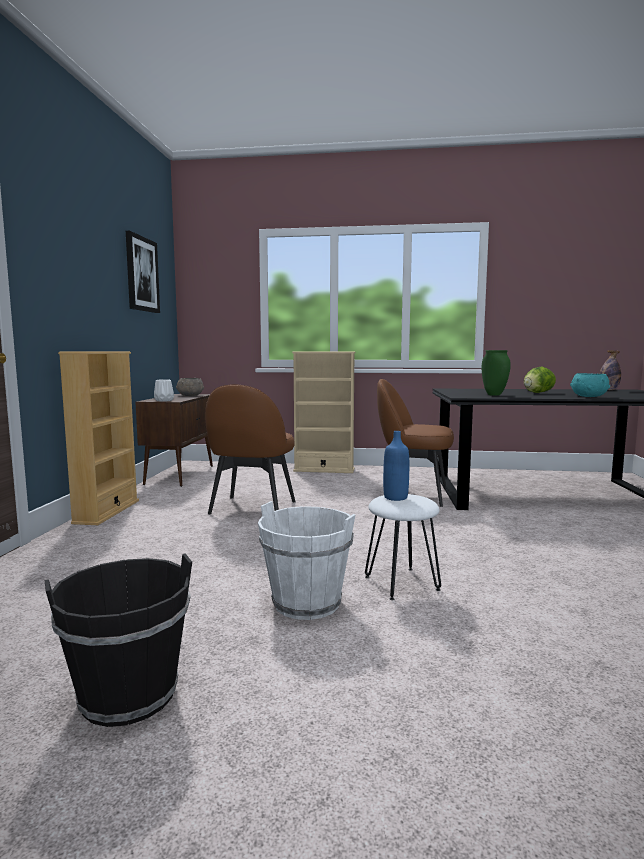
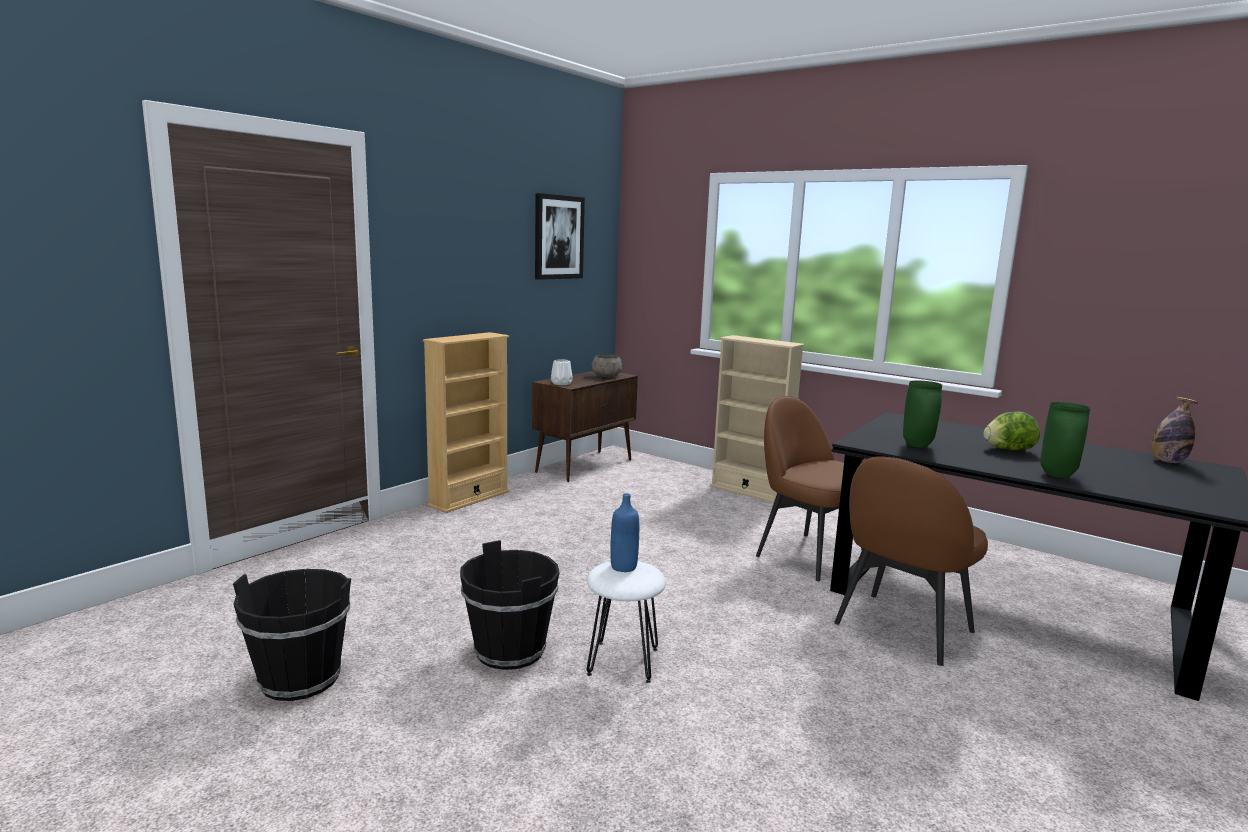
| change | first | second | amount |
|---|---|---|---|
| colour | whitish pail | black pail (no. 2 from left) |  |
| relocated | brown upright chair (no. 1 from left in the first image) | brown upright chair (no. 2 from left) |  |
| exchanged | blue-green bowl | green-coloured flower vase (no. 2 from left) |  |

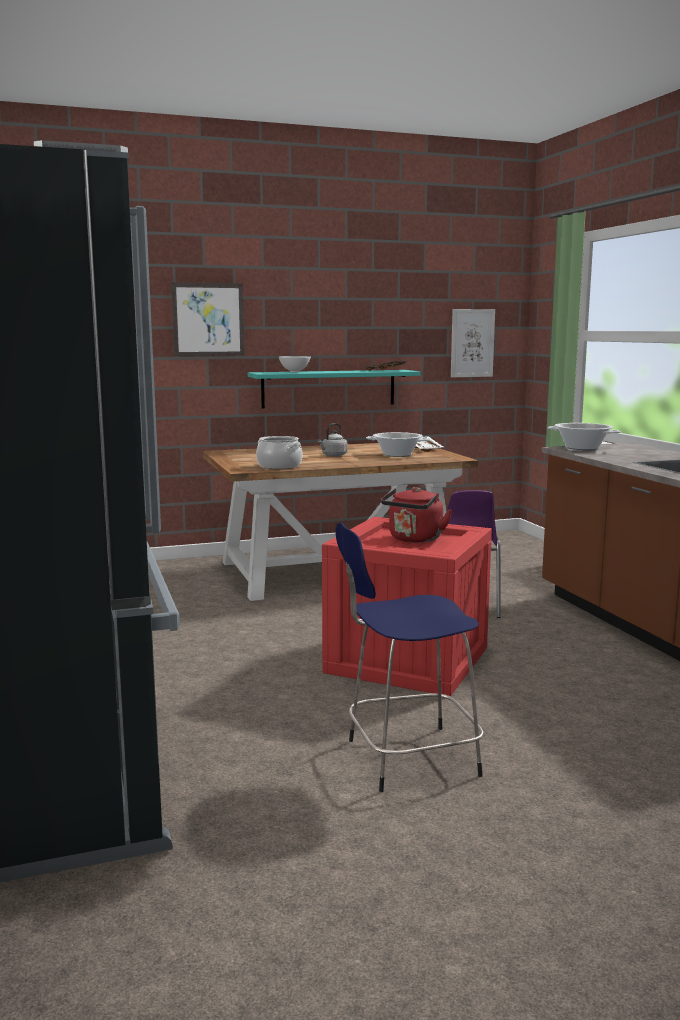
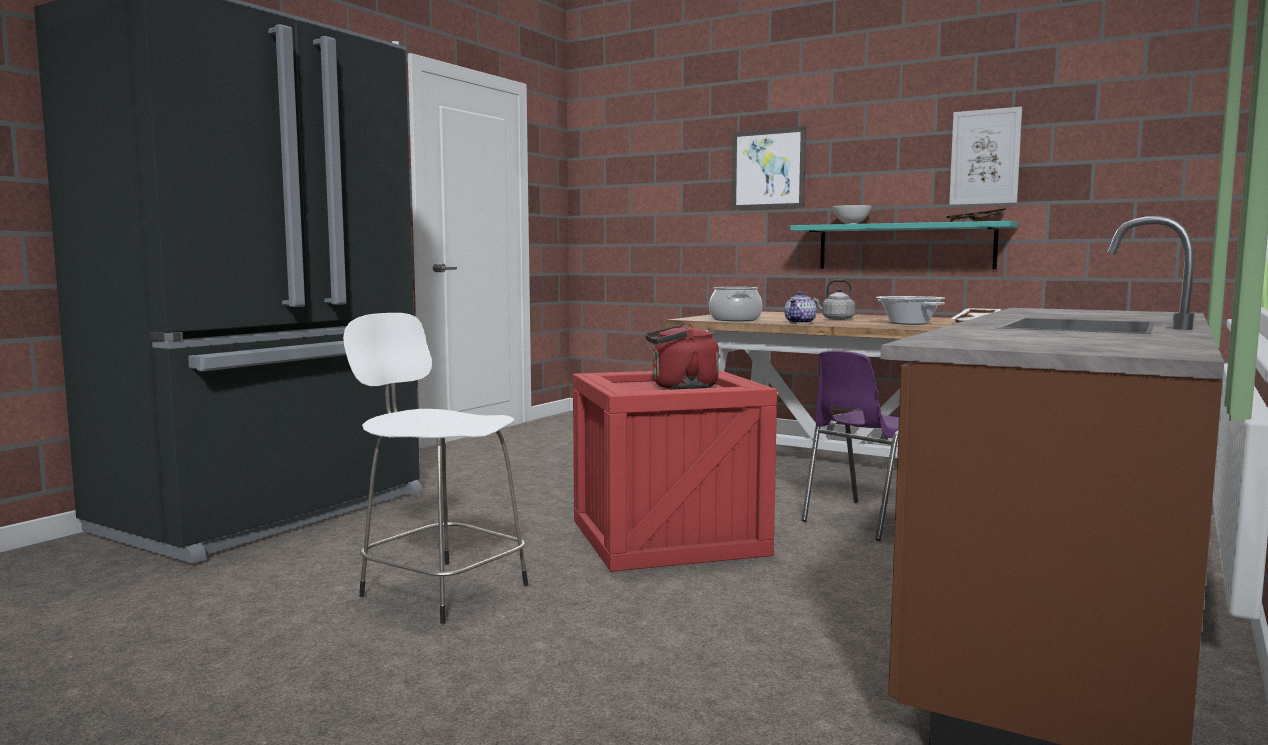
| change | first | second | amount |
|---|---|---|---|
| colour | blue stool seat | whitish stool seat |  |
| appeared |  | tea pot |  |
| relocated | picture (no. 2 from left) |  |  |
| missing | saucepot (no. 3 from left) |  |  |

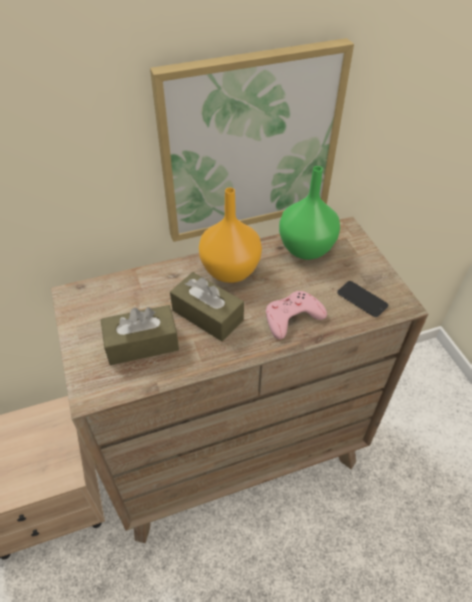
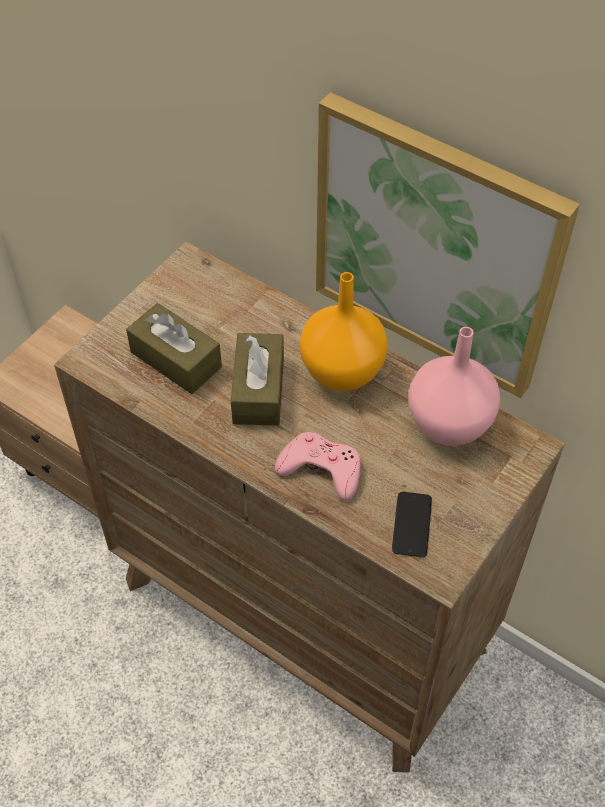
| change | first | second | amount |
|---|---|---|---|
| colour | green-coloured flower vase | pinkish flower vase |  |

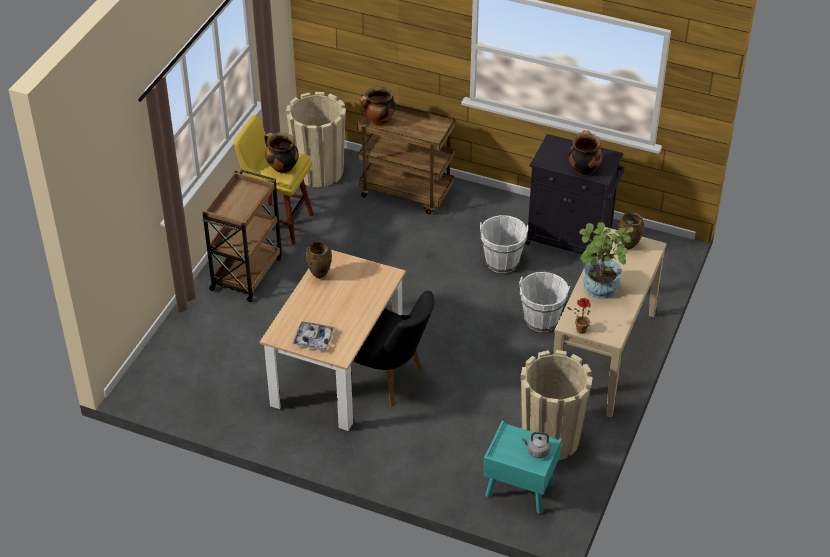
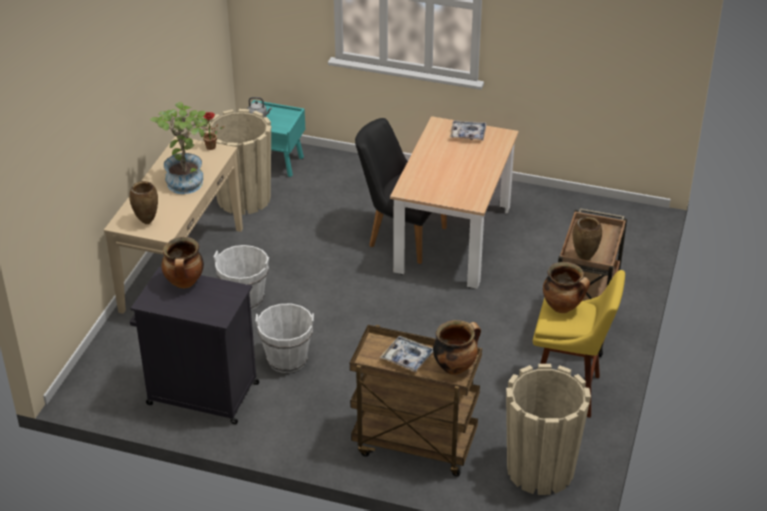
| change | first | second | amount |
|---|---|---|---|
| appeared |  | tray (no. 1 from left) |  |
| relocated | brown flower vase (no. 1 from left in the first image) | brown flower vase (no. 2 from left) |  |

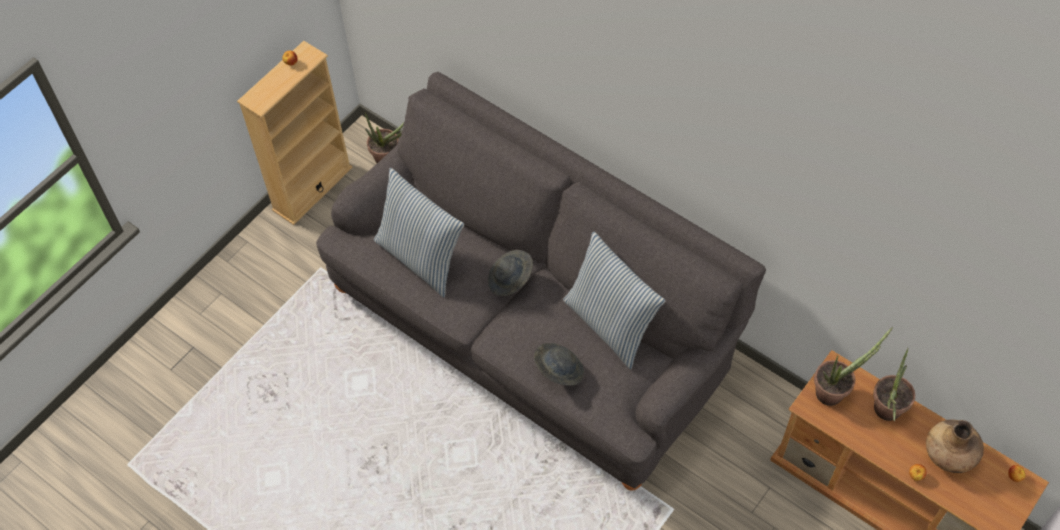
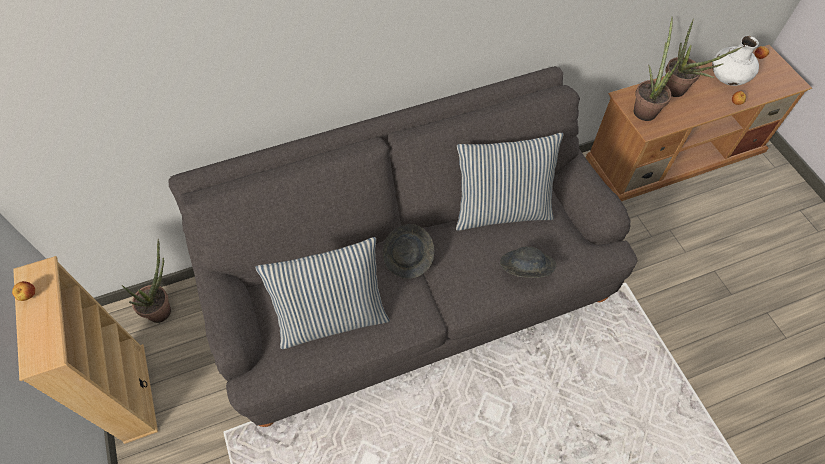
| change | first | second | amount |
|---|---|---|---|
| colour | brown flower vase | whitish flower vase |  |

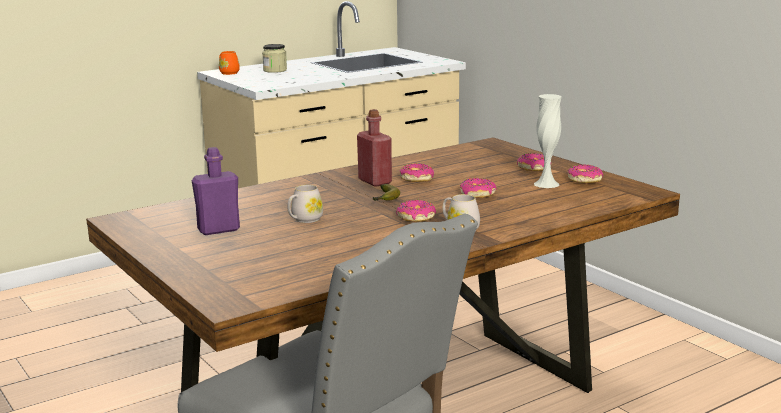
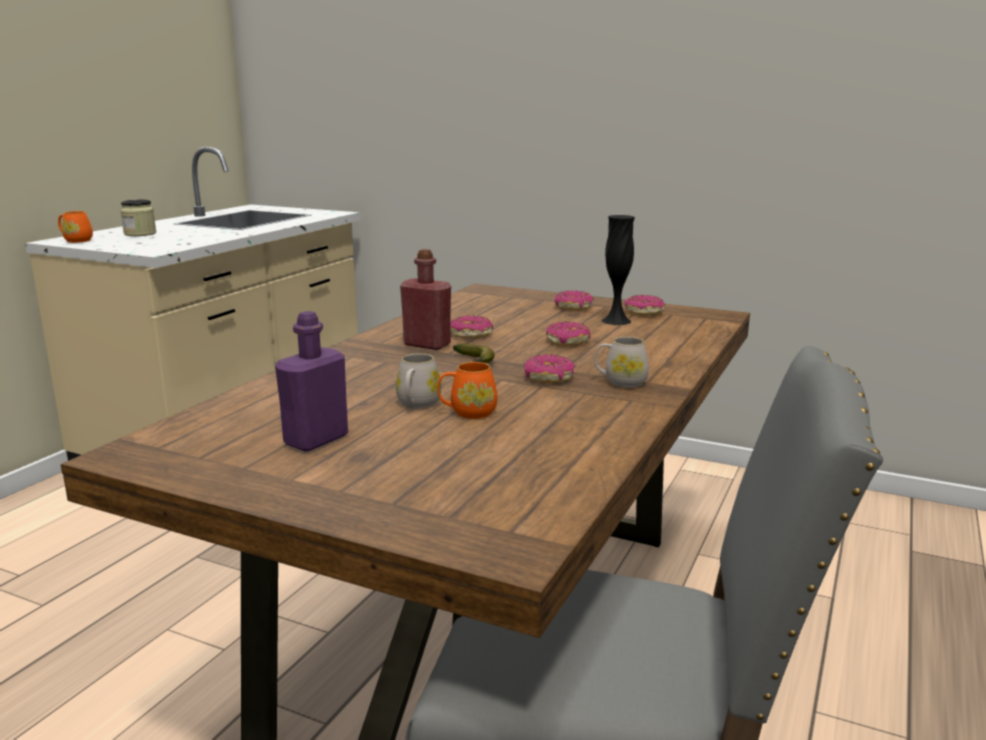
| change | first | second | amount |
|---|---|---|---|
| appeared |  | orange tea mug (no. 2 from left) |  |
| colour | whitish flower vase | black flower vase |  |

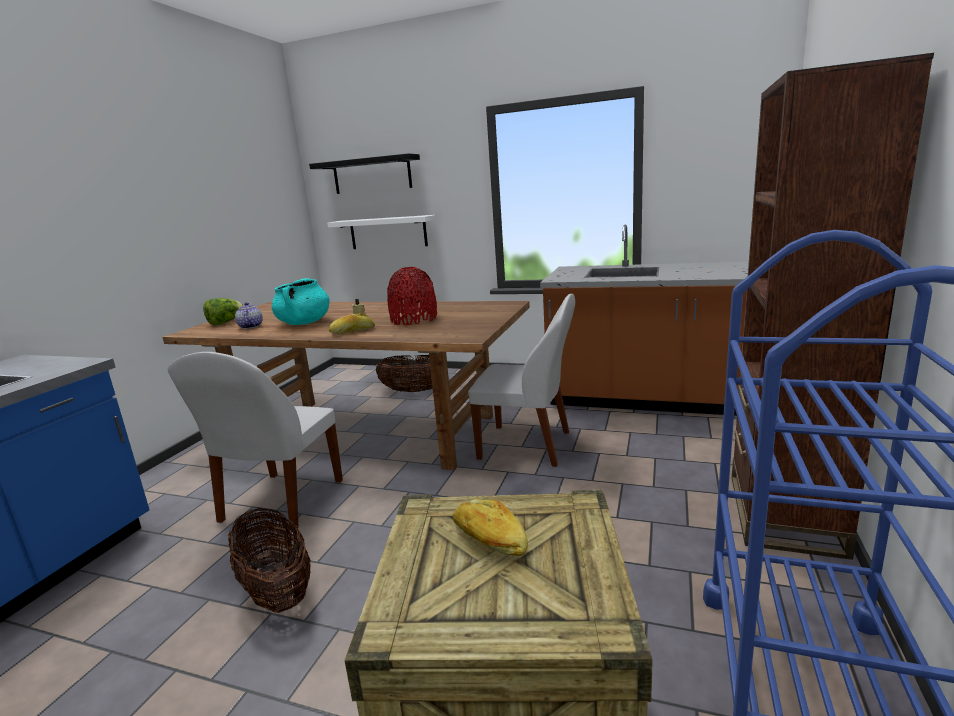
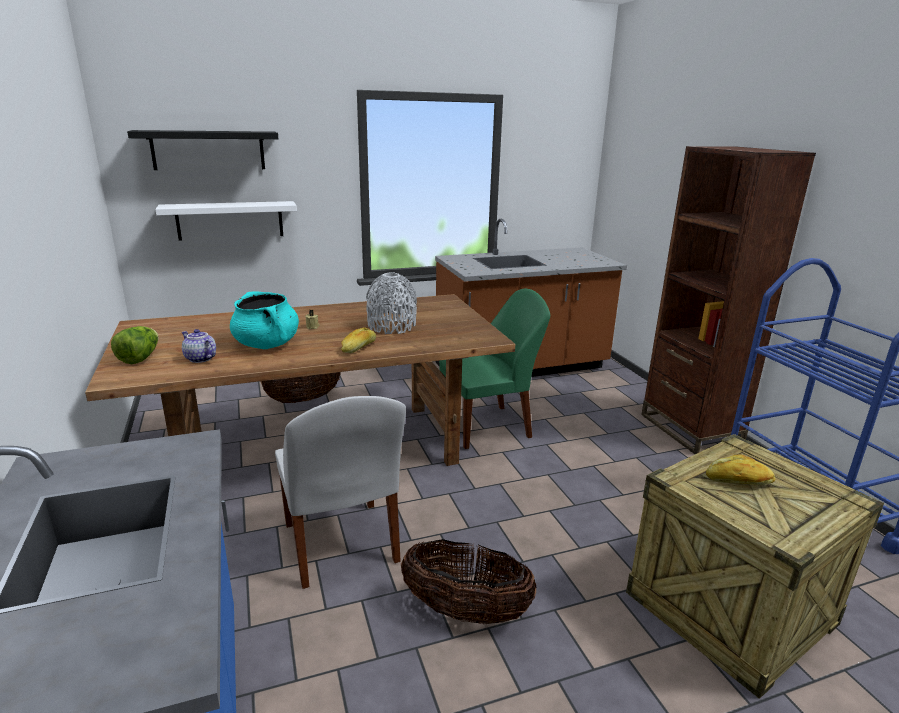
| change | first | second | amount |
|---|---|---|---|
| colour | red flower vase | greyish flower vase |  |
| colour | whitish upright chair (no. 2 from left) | green-coloured upright chair |  |

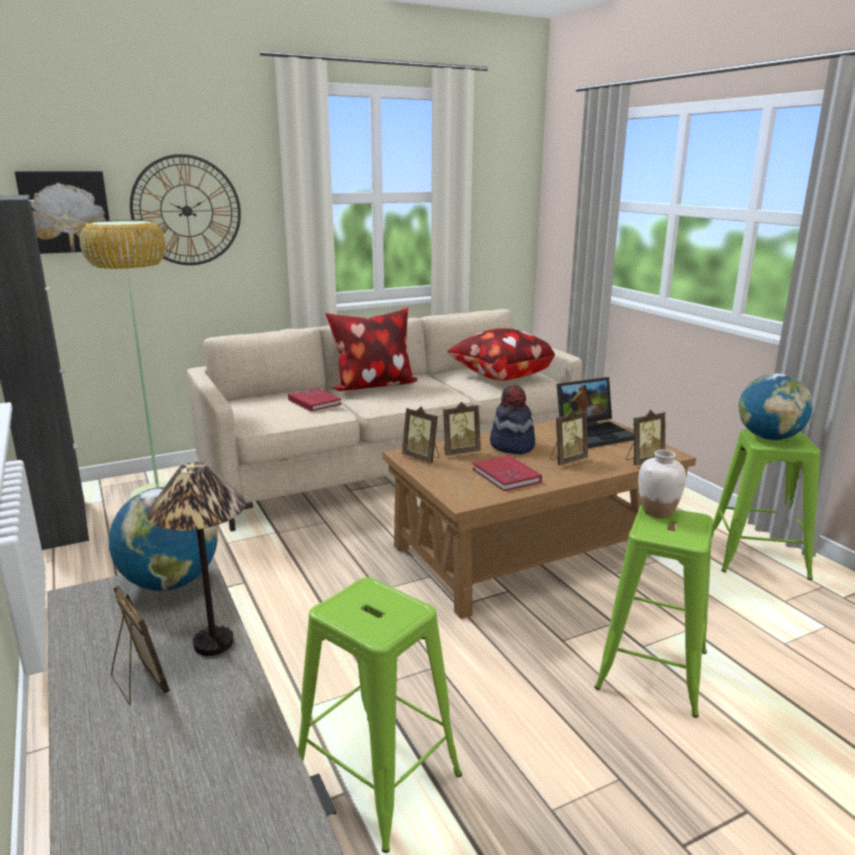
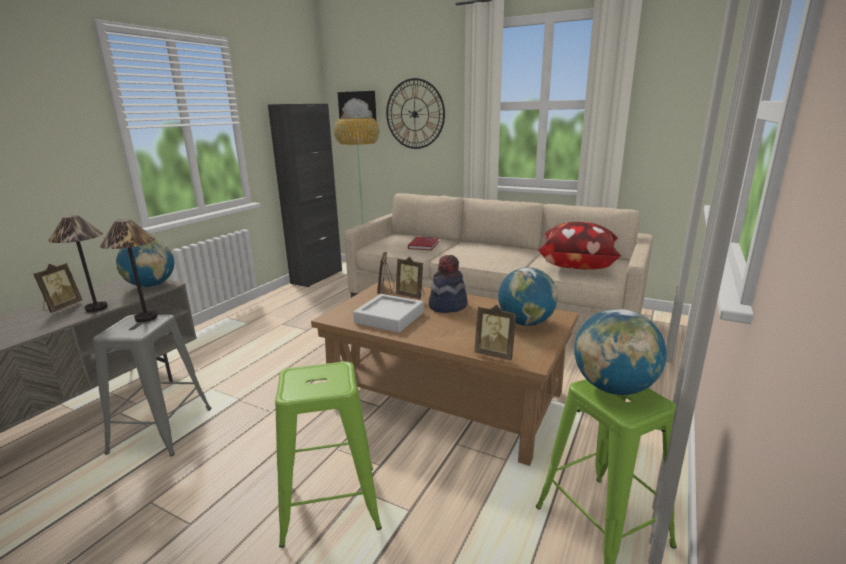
| change | first | second | amount |
|---|---|---|---|
| colour | green-coloured stool seat (no. 1 from left) | greyish stool seat |  |
| appeared |  | tabletop lamp (no. 2 from left) |  |
| exchanged | red volume (no. 2 from left) | greyish tray |  |
| exchanged | portable computer | desk globe (no. 2 from left) |  |
| missing | throw pillow (no. 1 from left) |  |  |
| missing | picture frame (no. 4 from left) |  |  |
| missing | whitish flower vase |  |  |

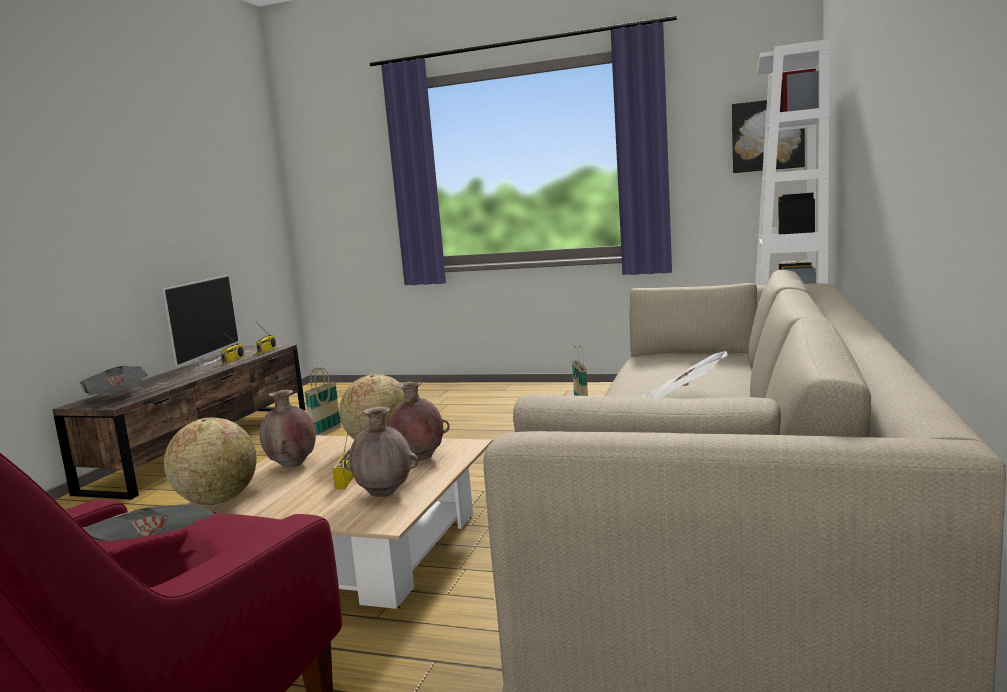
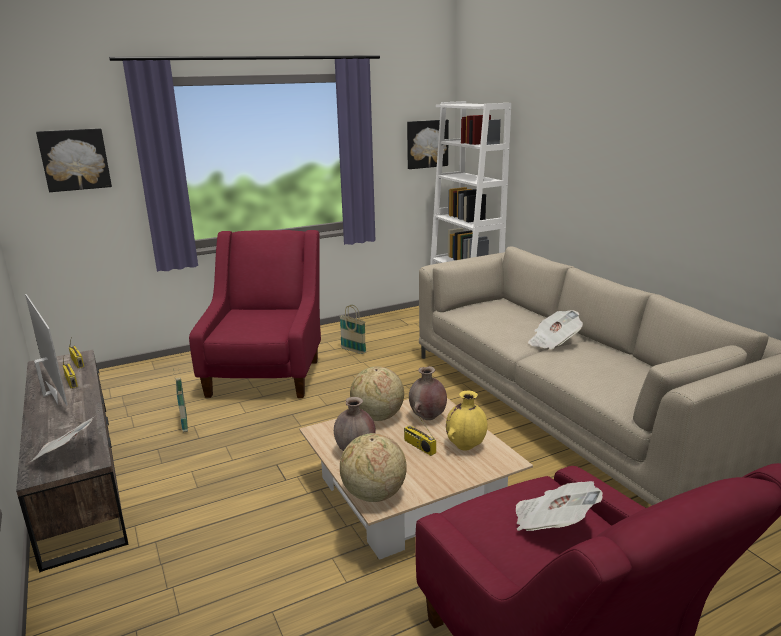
| change | first | second | amount |
|---|---|---|---|
| appeared |  | picture (no. 1 from left) |  |
| appeared |  | red lounge chair (no. 1 from left) |  |
| colour | brown flower vase (no. 2 from left) | yellow flower vase |  |

